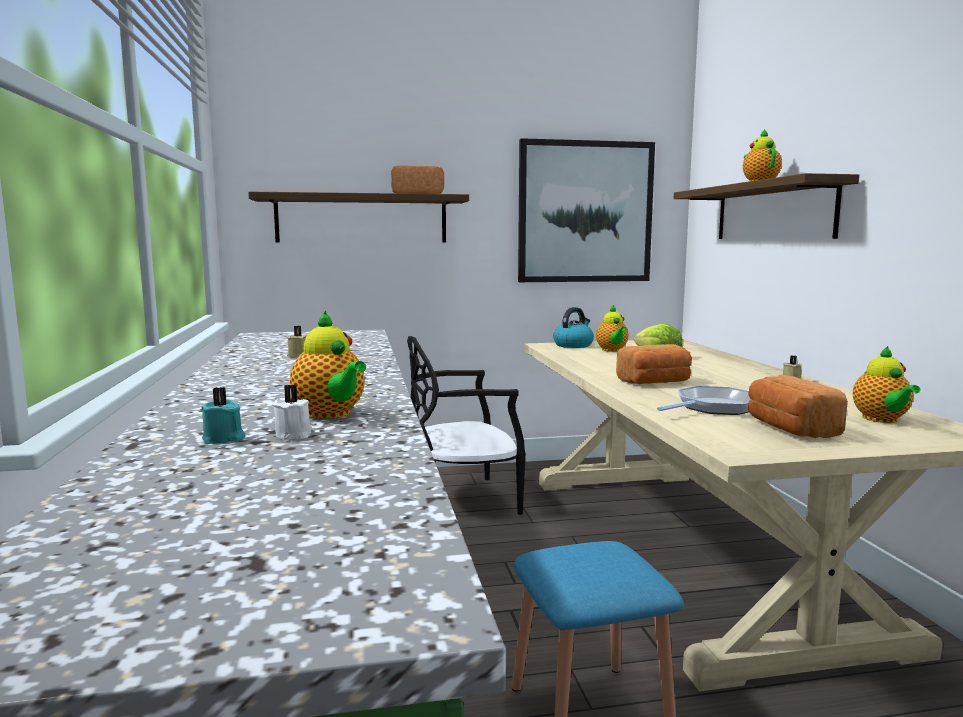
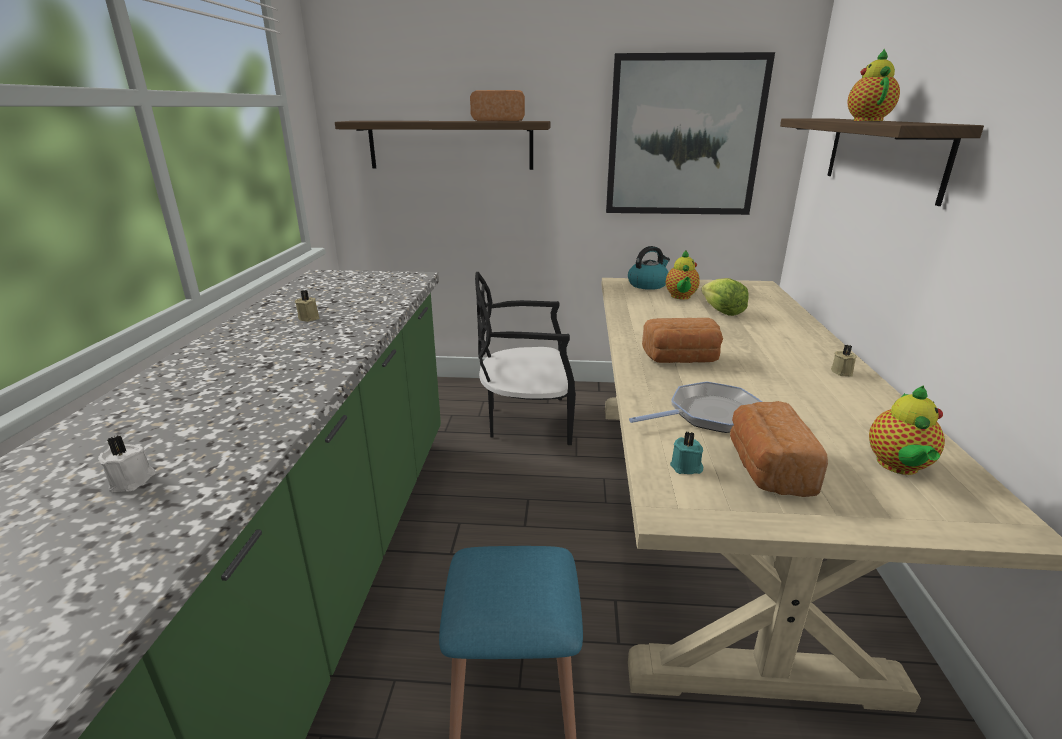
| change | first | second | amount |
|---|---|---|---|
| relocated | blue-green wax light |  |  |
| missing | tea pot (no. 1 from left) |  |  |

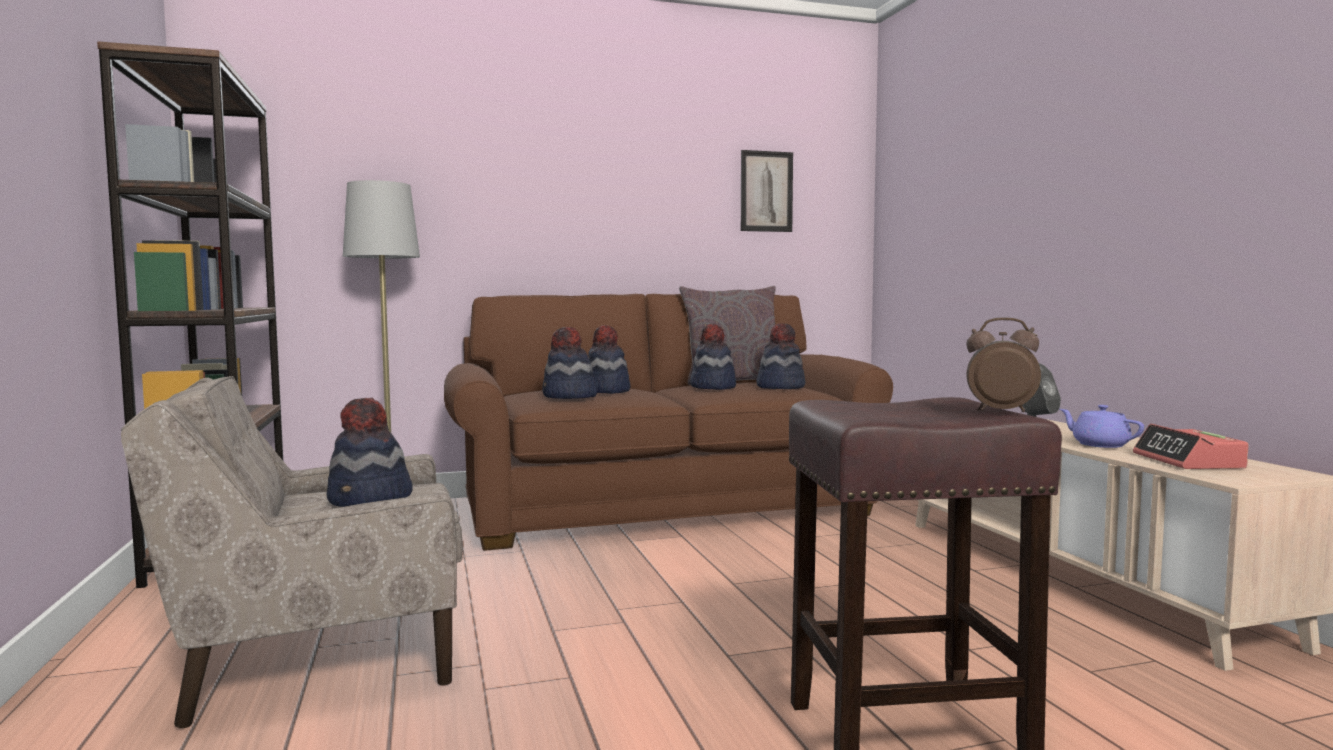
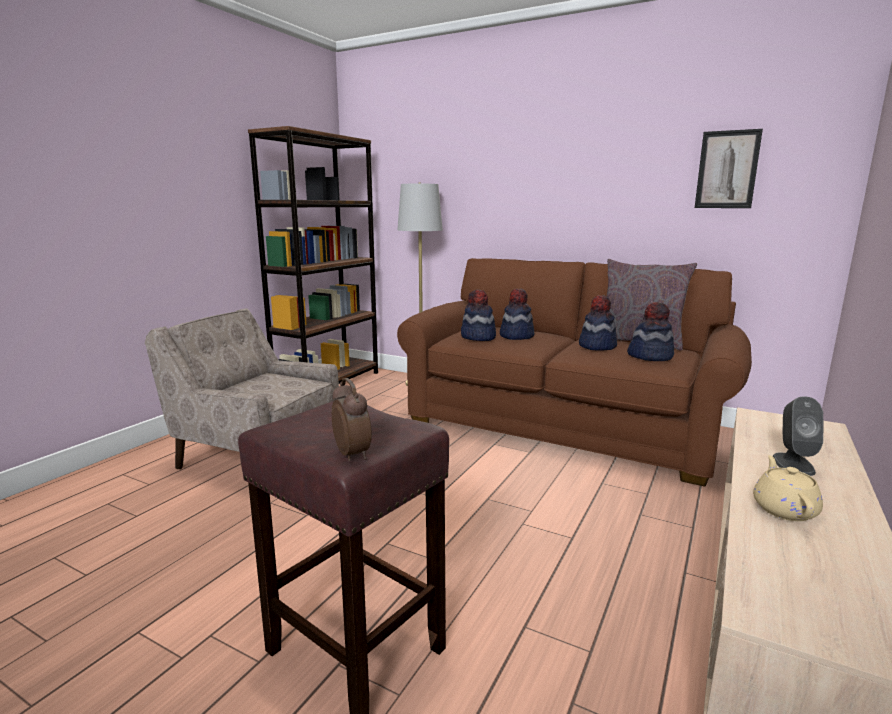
| change | first | second | amount |
|---|---|---|---|
| colour | purple tea pot | beige-coloured tea pot |  |
| missing | hat (no. 1 from left) |  |  |
| missing | table clock (no. 2 from left) |  |  |

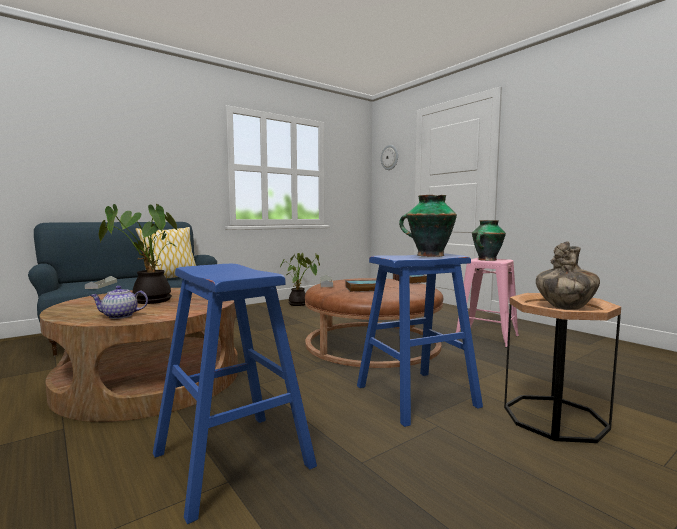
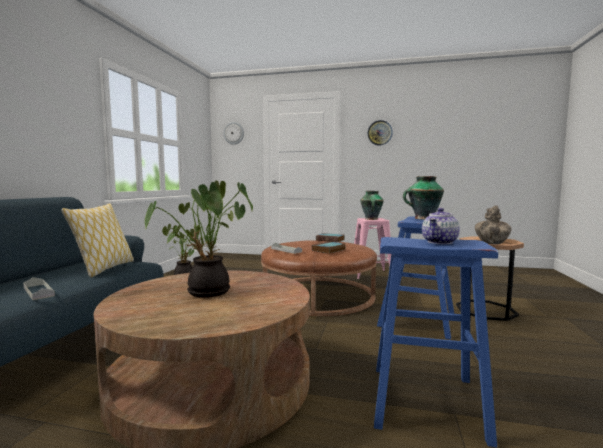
| change | first | second | amount |
|---|---|---|---|
| appeared |  | hanging clock (no. 2 from left) |  |
| relocated | tea pot |  |  |

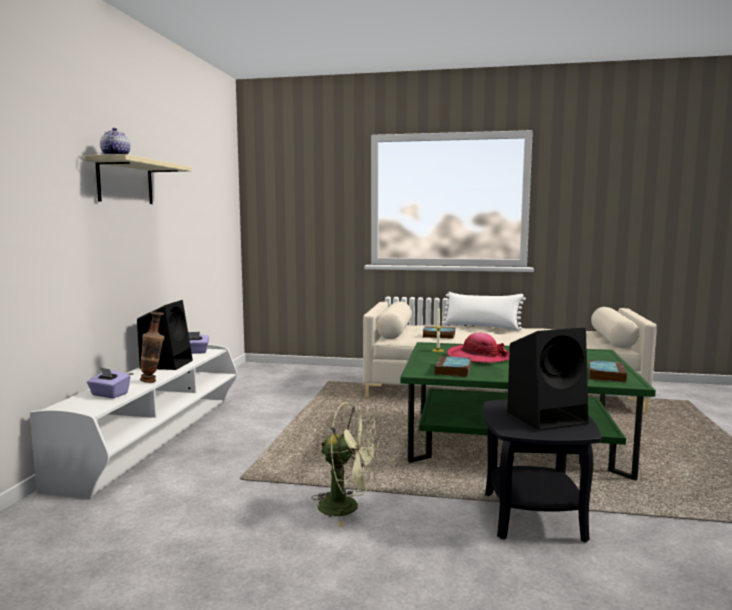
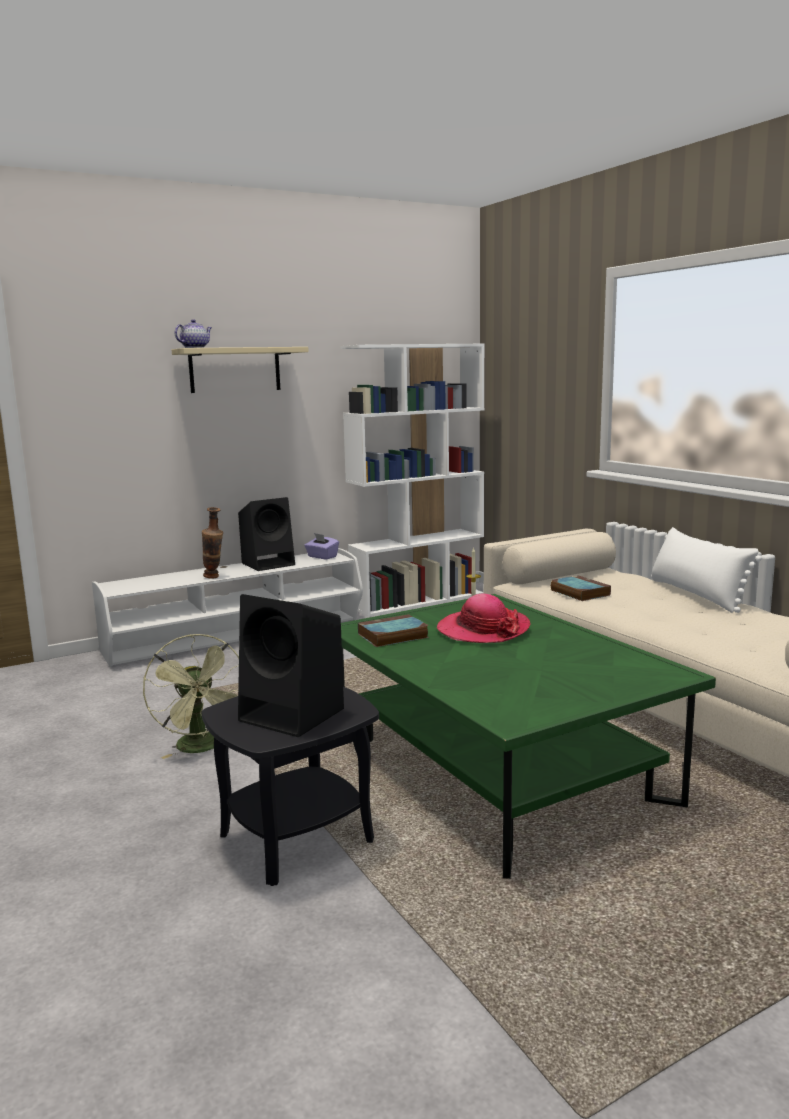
| change | first | second | amount |
|---|---|---|---|
| appeared |  | whitish bookshelf |  |
| missing | purple tissue box (no. 1 from left) |  |  |
| missing | volume (no. 3 from left) |  |  |

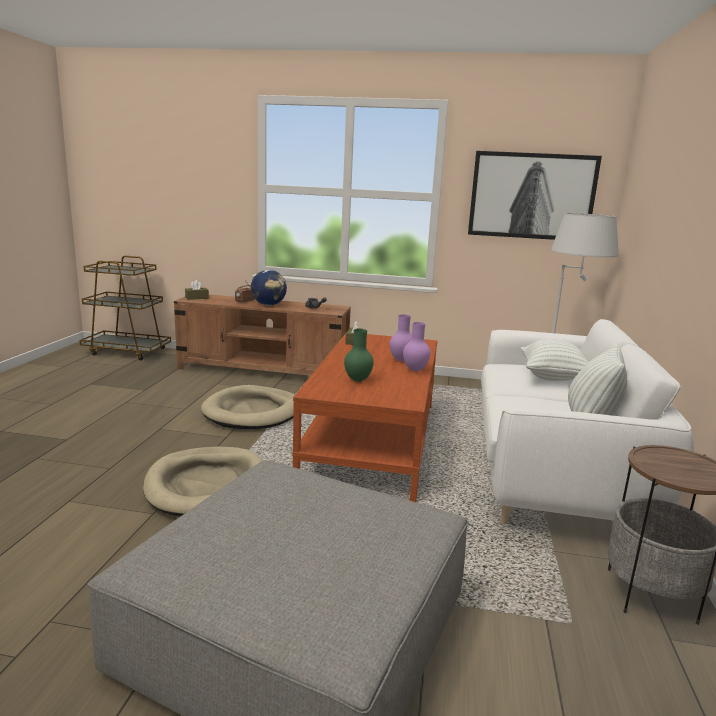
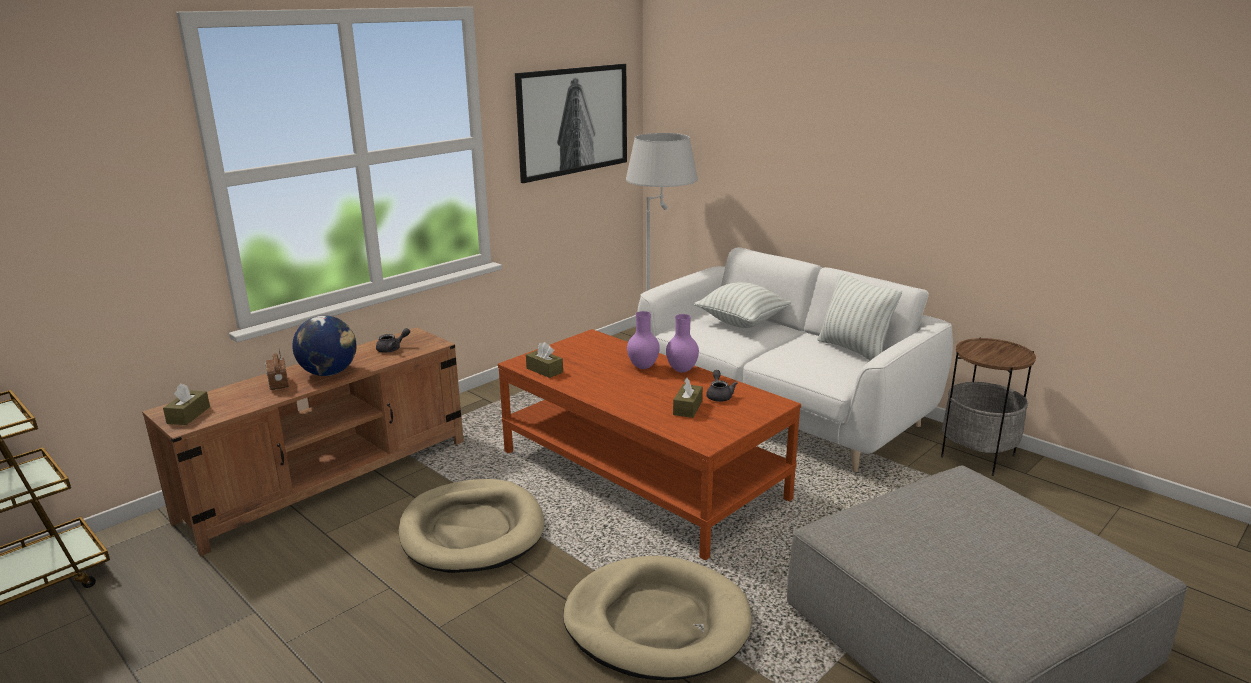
| change | first | second | amount |
|---|---|---|---|
| exchanged | green-coloured flower vase | brown tissue box (no. 3 from left) |  |
| appeared |  | greyish tea pot (no. 2 from left) |  |

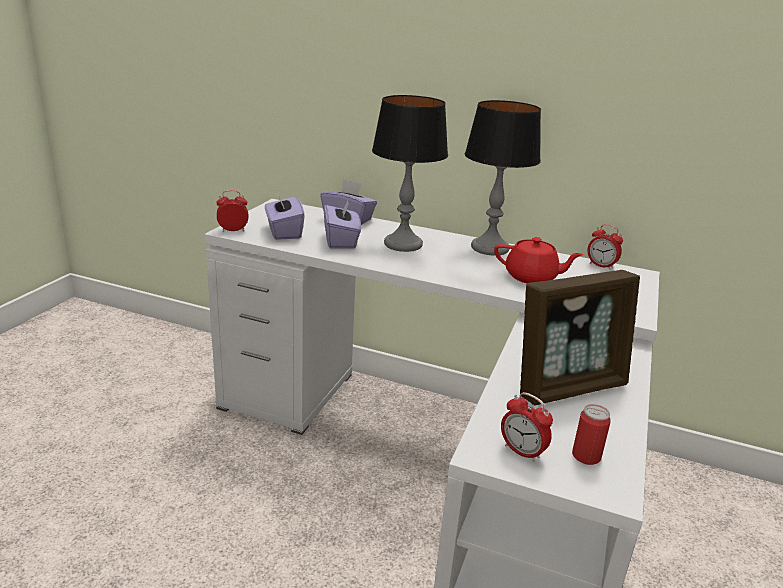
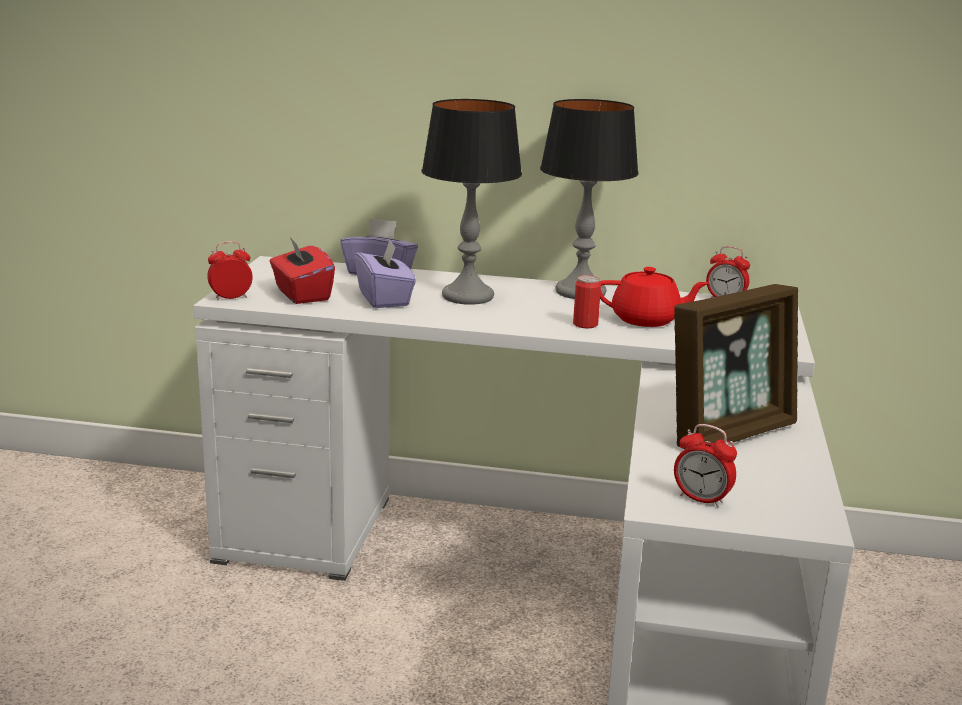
| change | first | second | amount |
|---|---|---|---|
| colour | purple tissue box (no. 1 from left) | red tissue box |  |
| relocated | metal can |  |  |

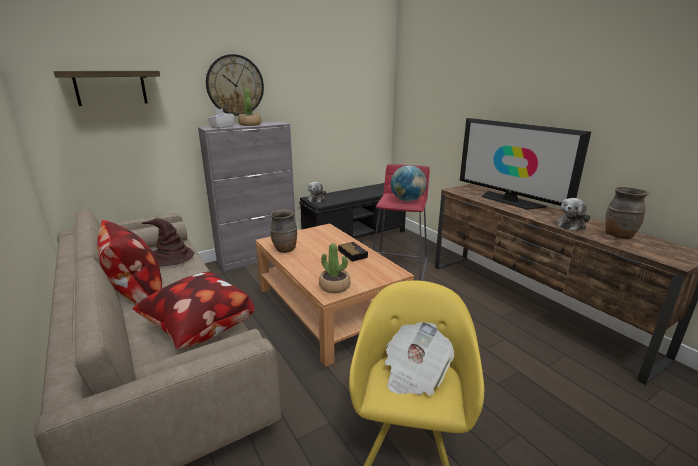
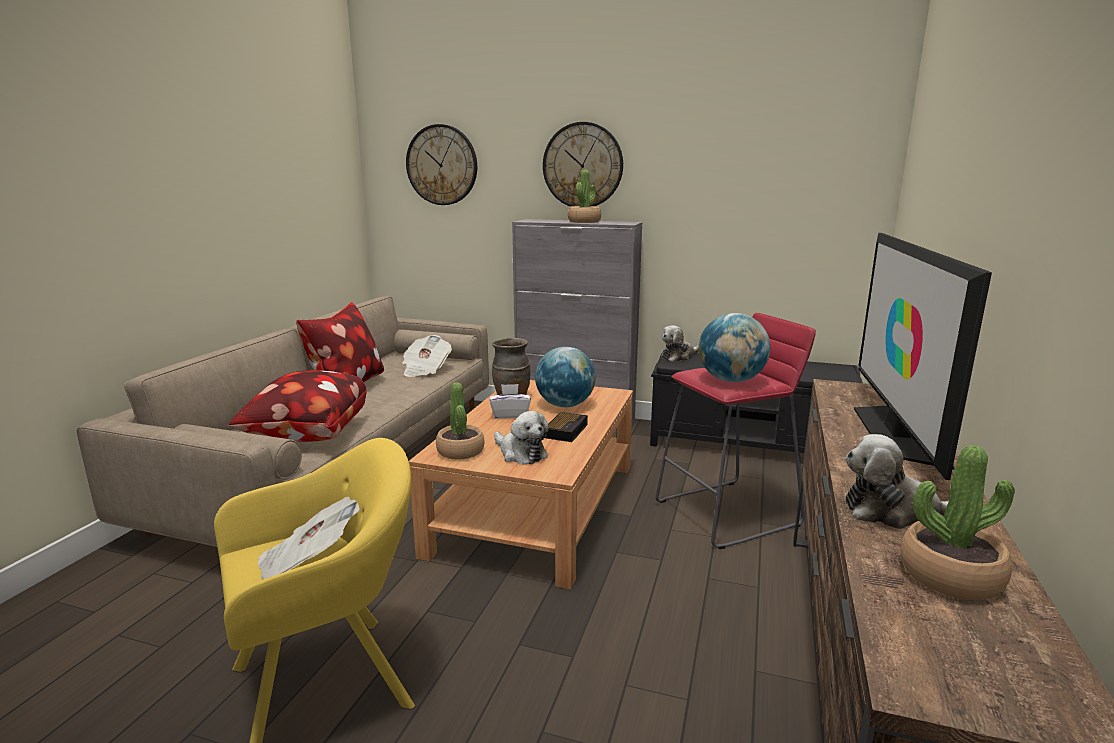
| change | first | second | amount |
|---|---|---|---|
| exchanged | brown hat | printed paper (no. 2 from left) |  |
| exchanged | bracket shelf | hanging clock (no. 1 from left) |  |
| relocated | whitish tissue box |  |  |
| appeared |  | soft toy (no. 1 from left) |  |
| appeared |  | desk globe (no. 1 from left) |  |
| exchanged | brown flower vase (no. 2 from left) | potted plant (no. 3 from left) |  |

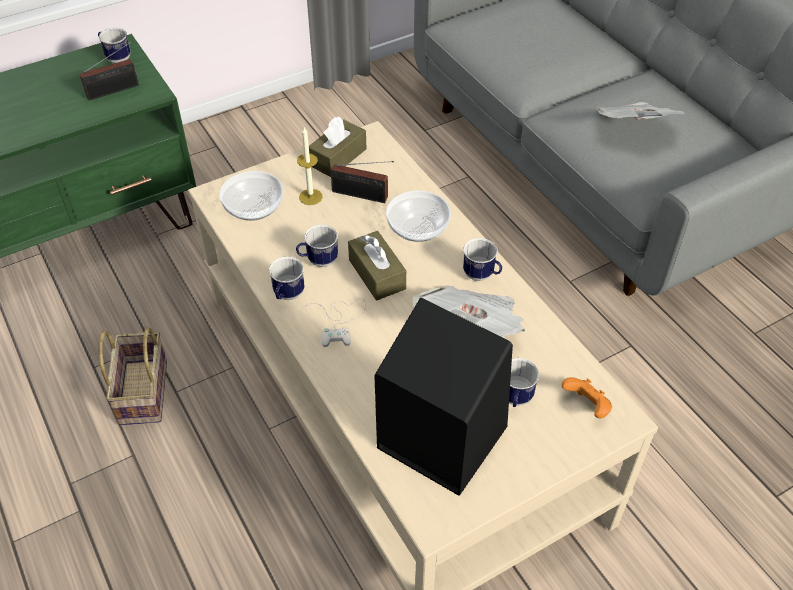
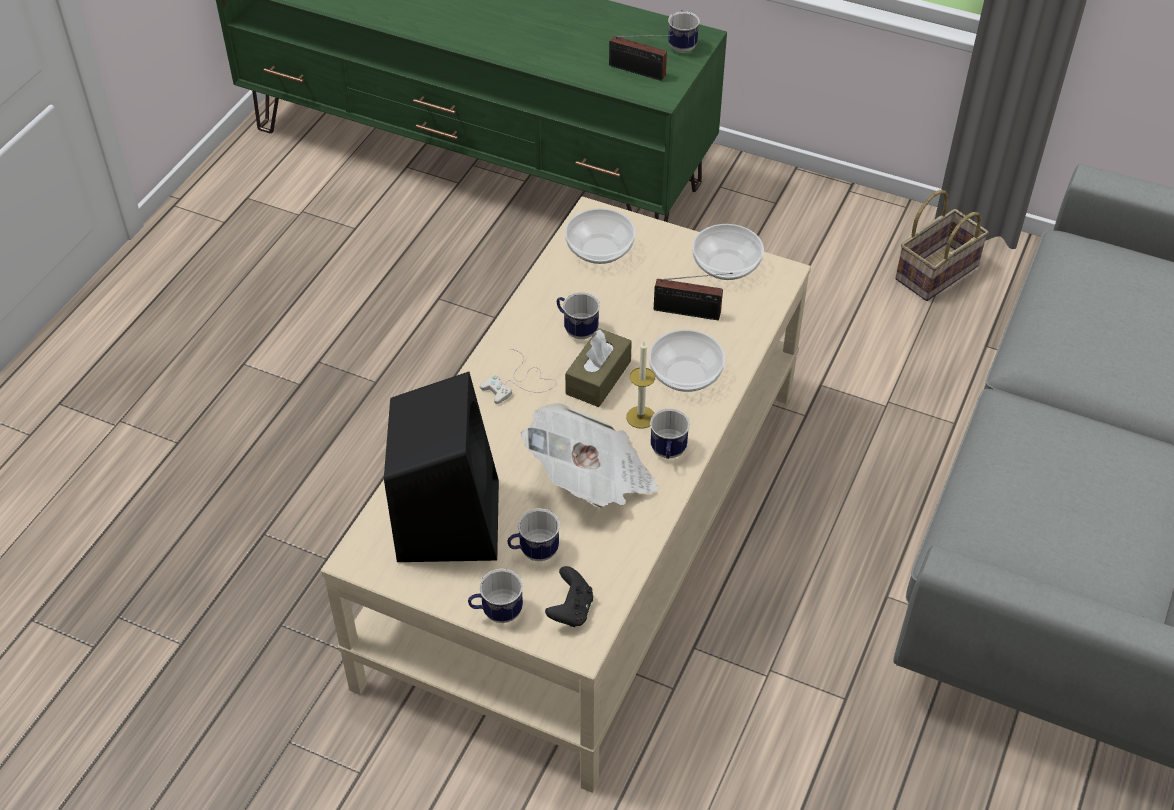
| change | first | second | amount |
|---|---|---|---|
| relocated | tea mug (no. 2 from left in the first image) | tea mug (no. 1 from left) |  |
| colour | orange joypad | black joypad |  |
| relocated | wax light |  |  |
| spun | radio (no. 2 from left) |  | 60 degrees counterclockwise |
| exchanged | brown tissue box (no. 1 from left) | bowl (no. 3 from left) |  |
| relocated | basket |  |  |
| missing | printed paper (no. 2 from left) |  |  |

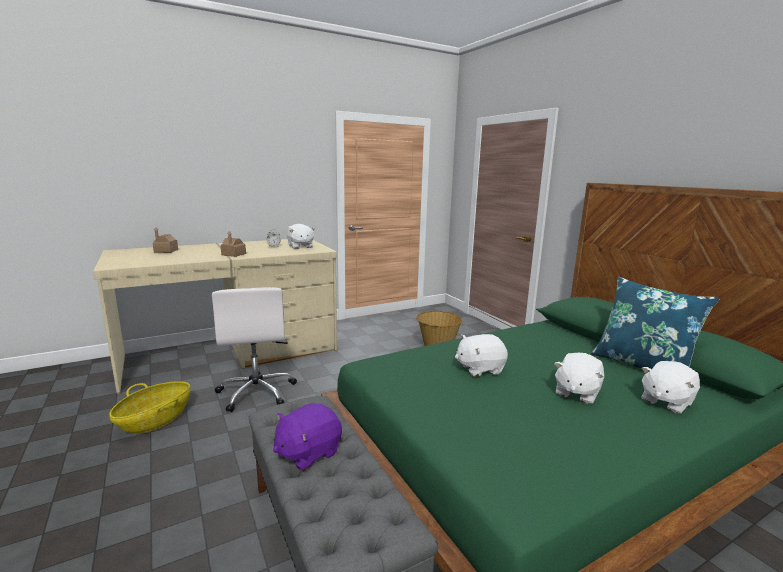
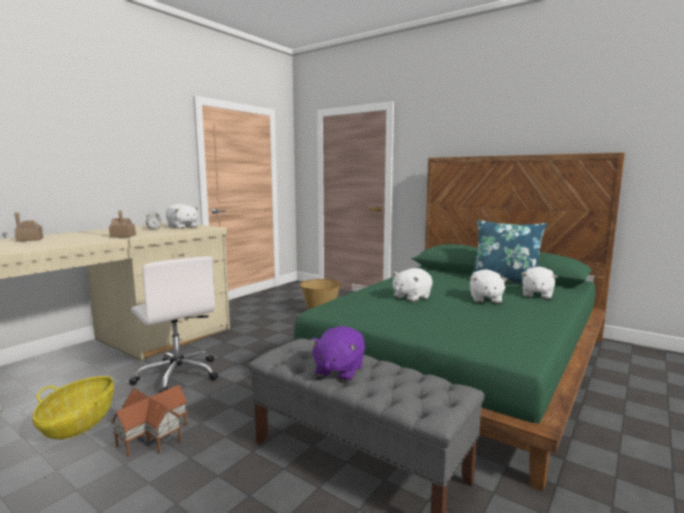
| change | first | second | amount |
|---|---|---|---|
| appeared |  | miniature house (no. 3 from left) |  |

